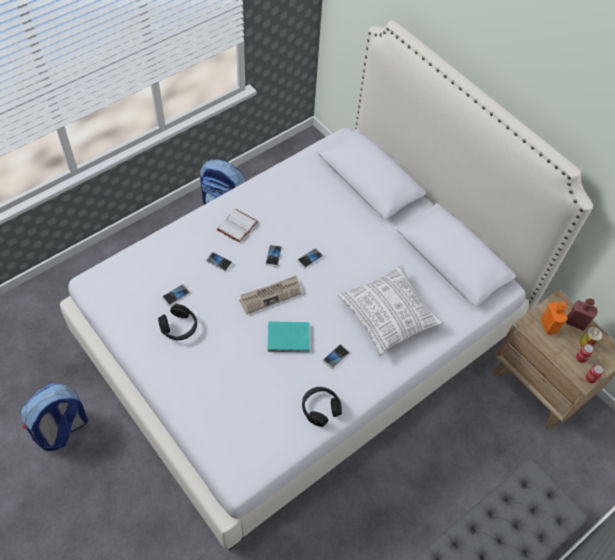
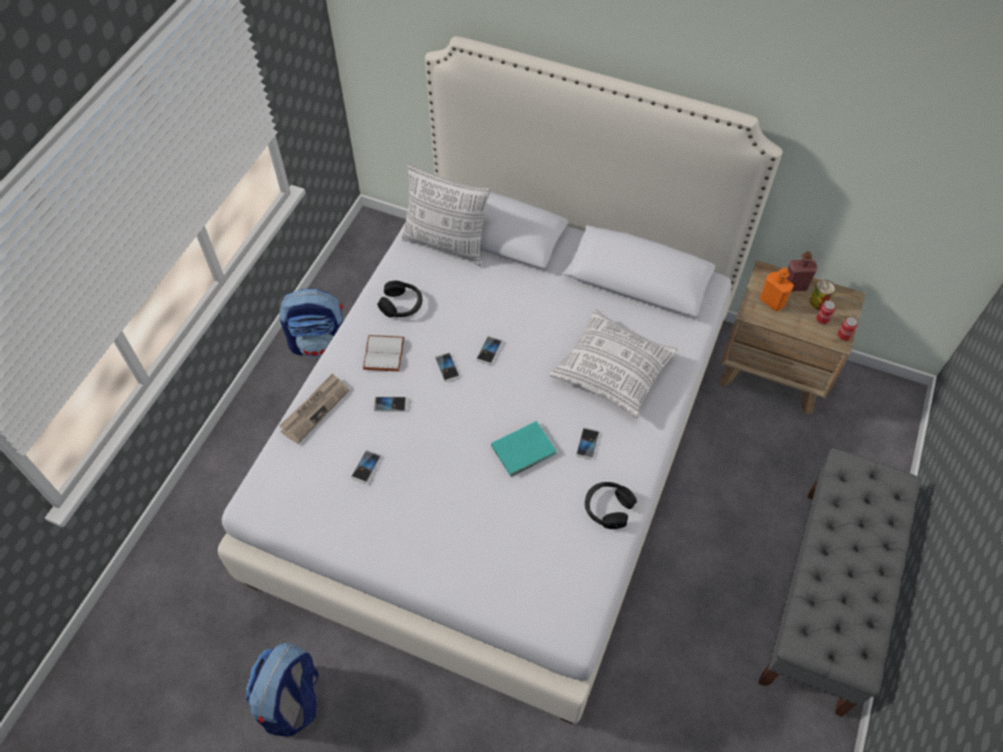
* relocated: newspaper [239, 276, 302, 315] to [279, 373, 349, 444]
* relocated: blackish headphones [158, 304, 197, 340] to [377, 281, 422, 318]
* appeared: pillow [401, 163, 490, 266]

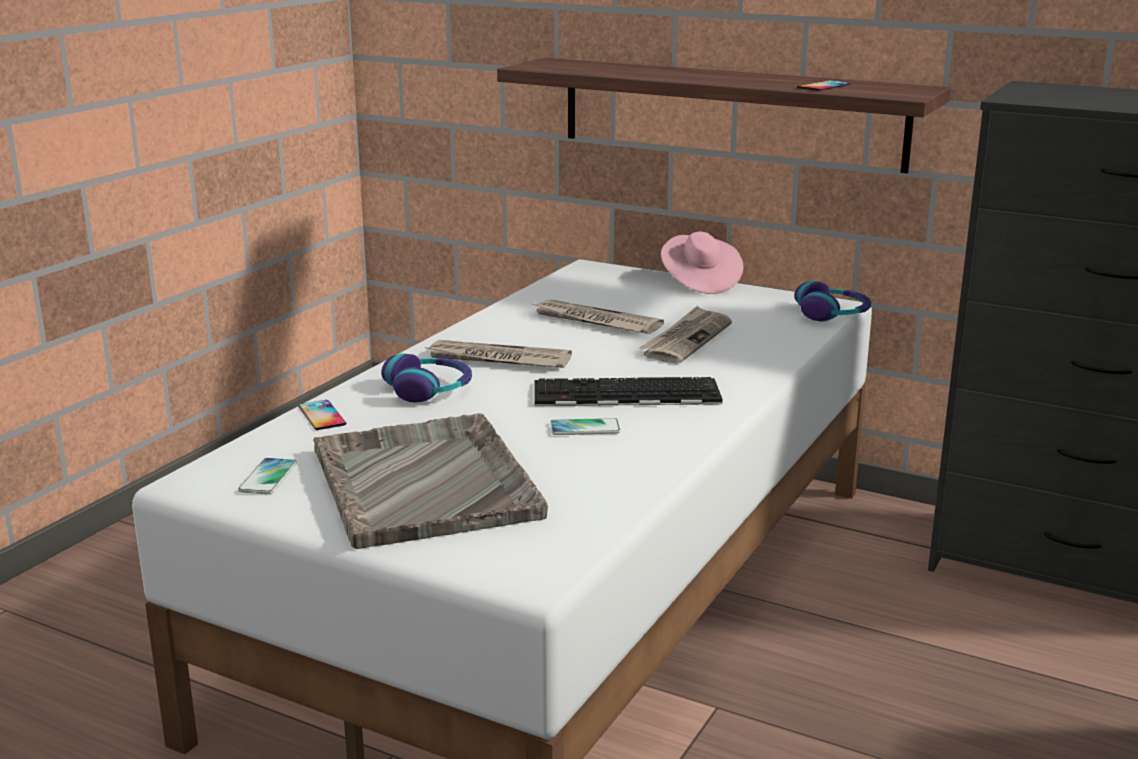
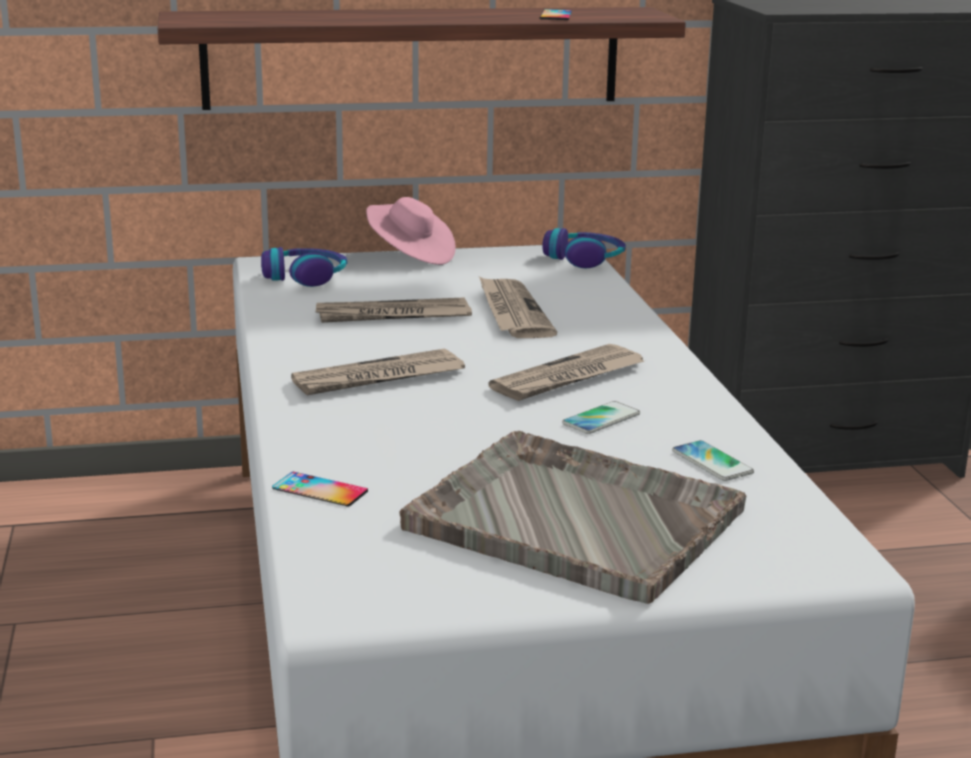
* relocated: headphones [381, 353, 472, 402] to [261, 247, 347, 287]
* exchanged: keyboard [534, 377, 723, 406] to newspaper [488, 344, 644, 401]
* relocated: phone [238, 458, 297, 494] to [672, 440, 754, 481]

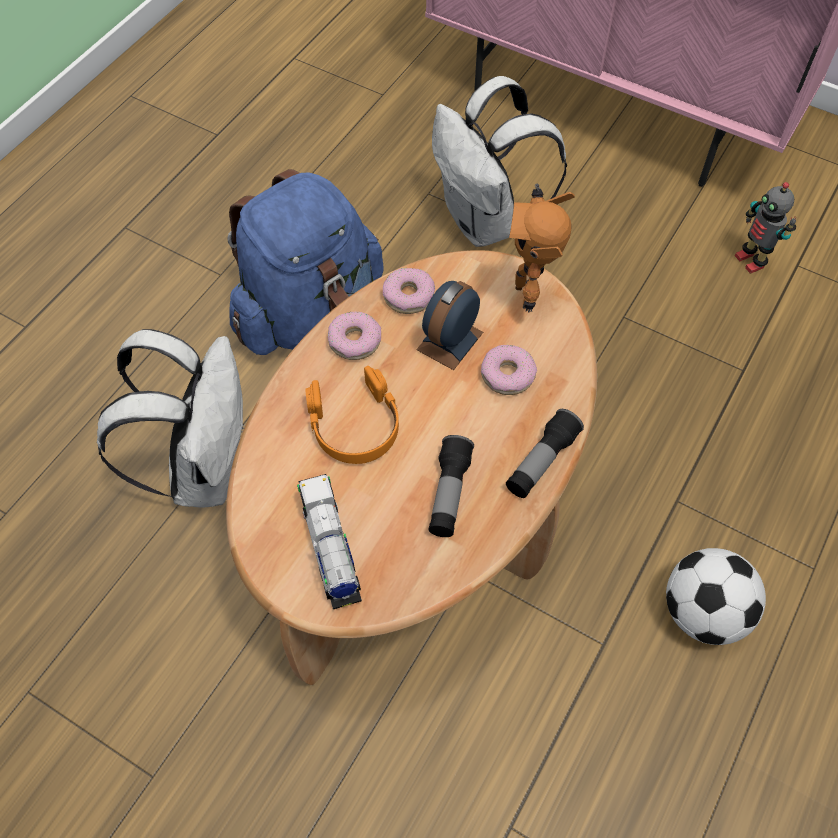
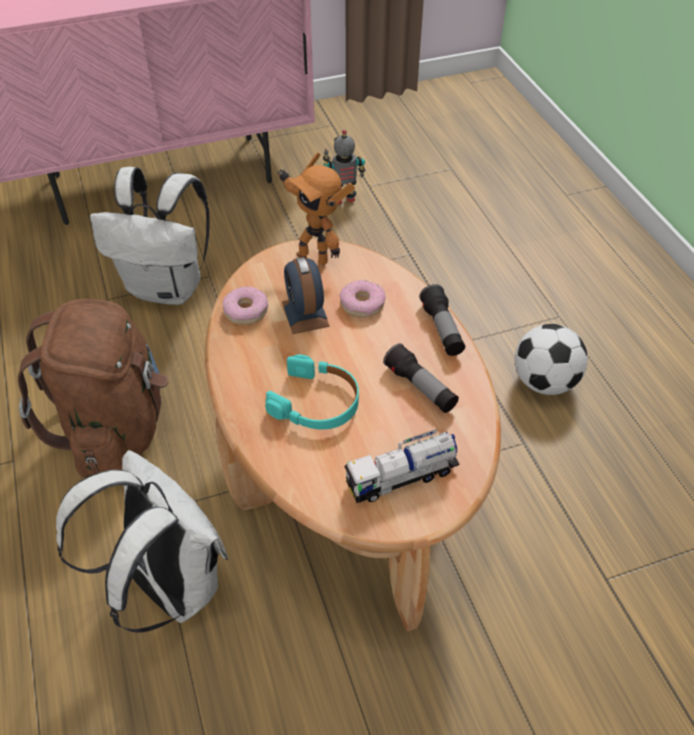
* colour: bluish knapsack [227, 169, 384, 355] to brown knapsack [18, 299, 169, 478]
* spun: robot figure [735, 182, 796, 274] = [323, 130, 365, 204] 150 degrees clockwise
* missing: ring doughnut [328, 311, 381, 360]
* colour: orange headphones [305, 366, 399, 464] to blue-green headphones [265, 354, 359, 430]
* spun: model truck [297, 474, 362, 609] = [344, 429, 460, 503] 45 degrees counterclockwise

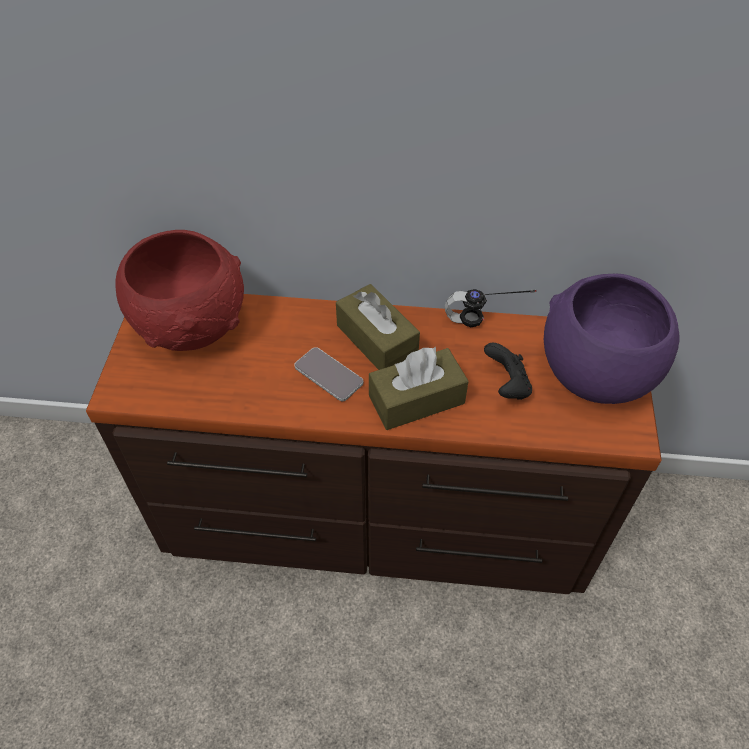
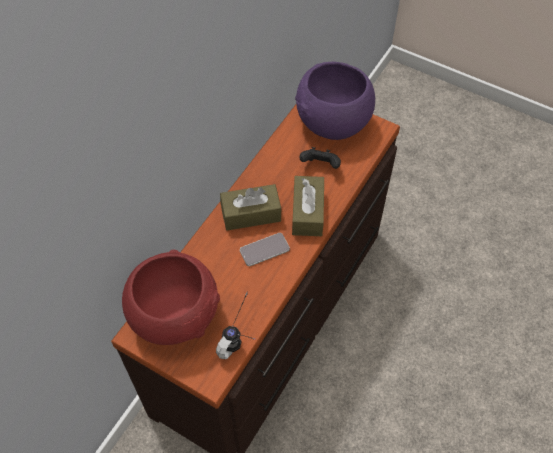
* relocated: headphones [445, 289, 537, 328] to [216, 291, 256, 359]

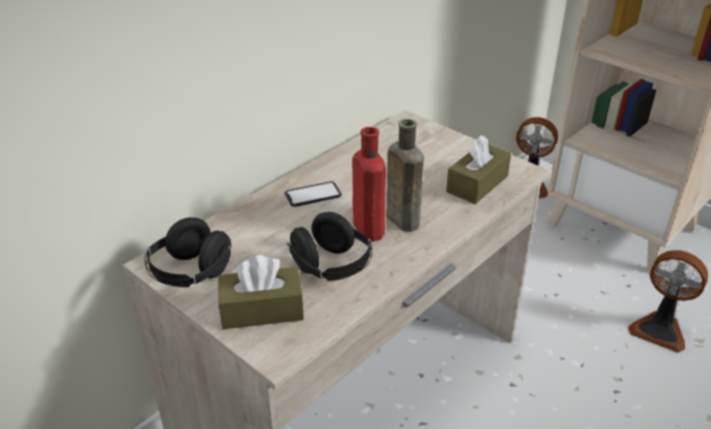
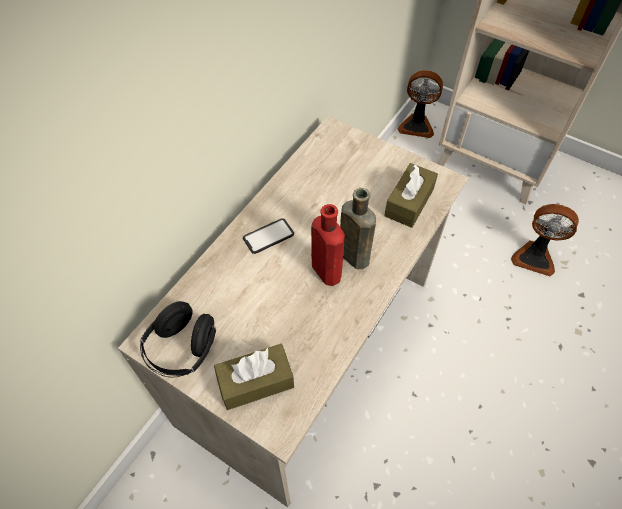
* missing: blackish headphones [287, 212, 372, 281]

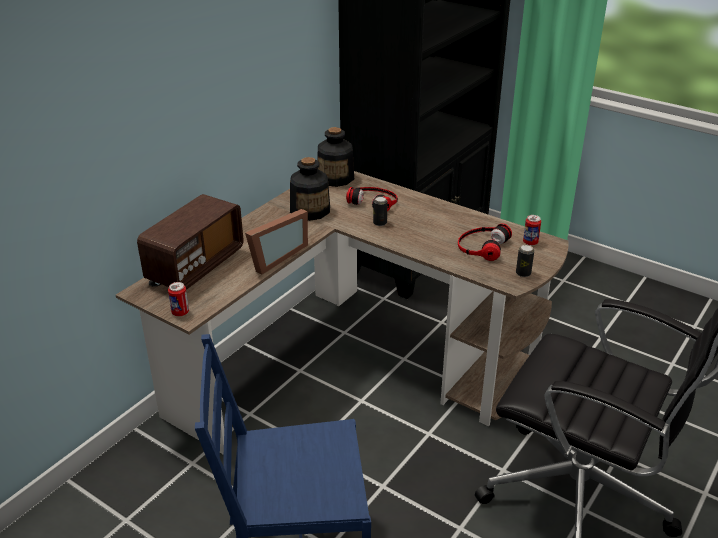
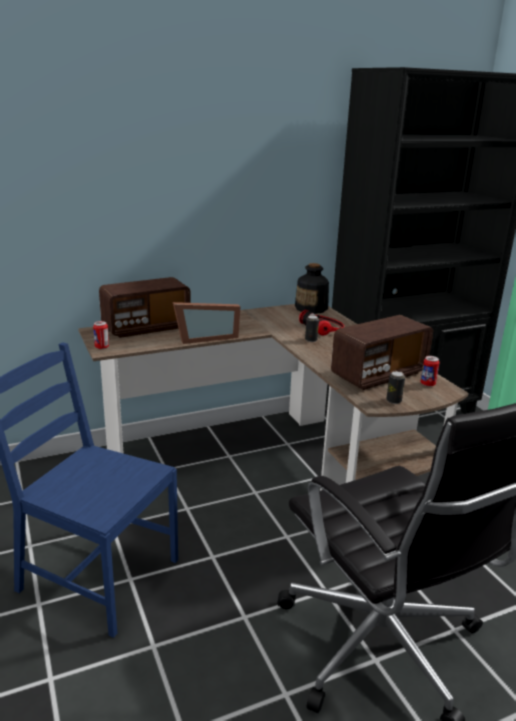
* missing: beverage bottle [290, 157, 330, 221]
* exchanged: headphones [458, 223, 512, 261] to radio set [331, 315, 433, 390]

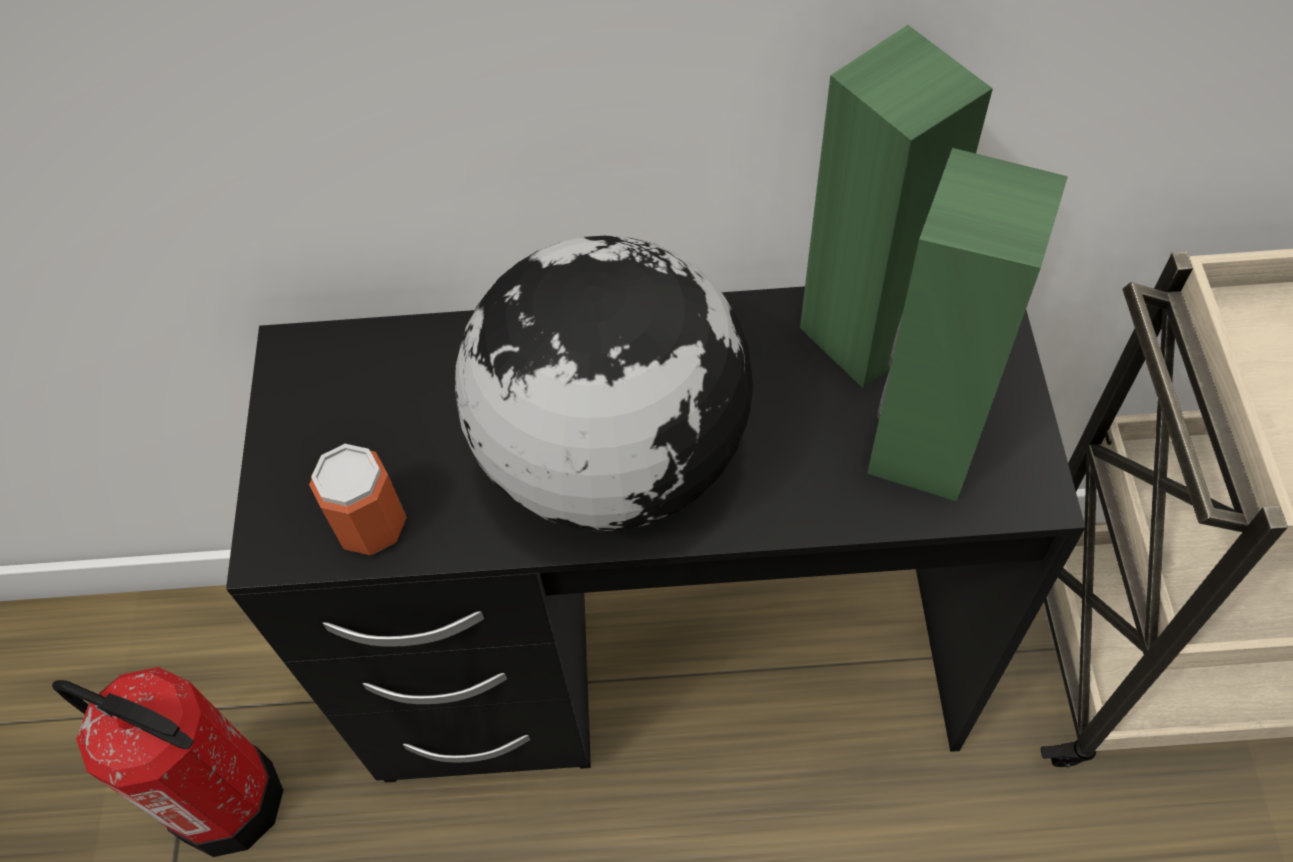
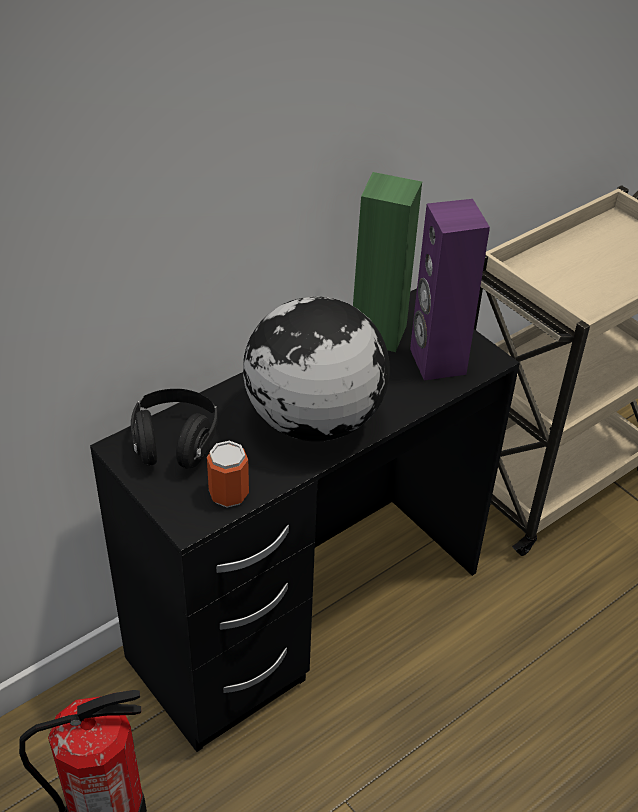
* colour: green speaker [867, 148, 1068, 501] to purple speaker [410, 199, 490, 380]
* appeared: blackish headphones [131, 389, 218, 469]

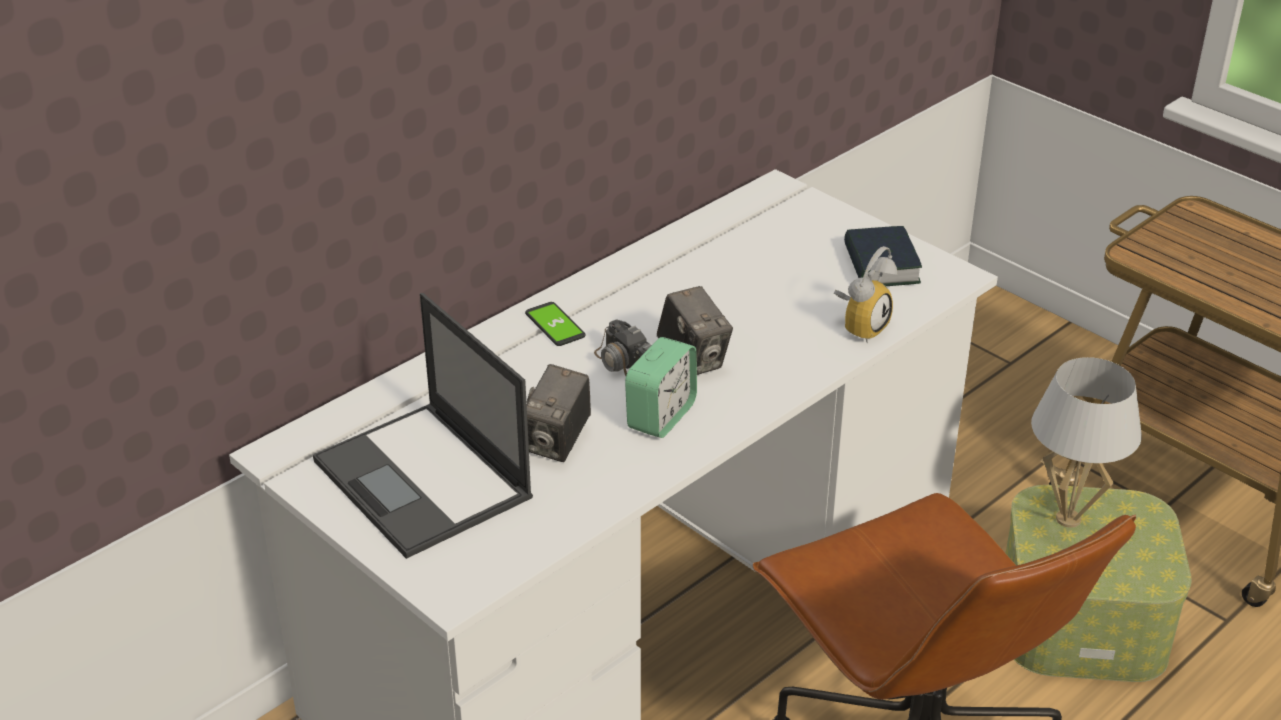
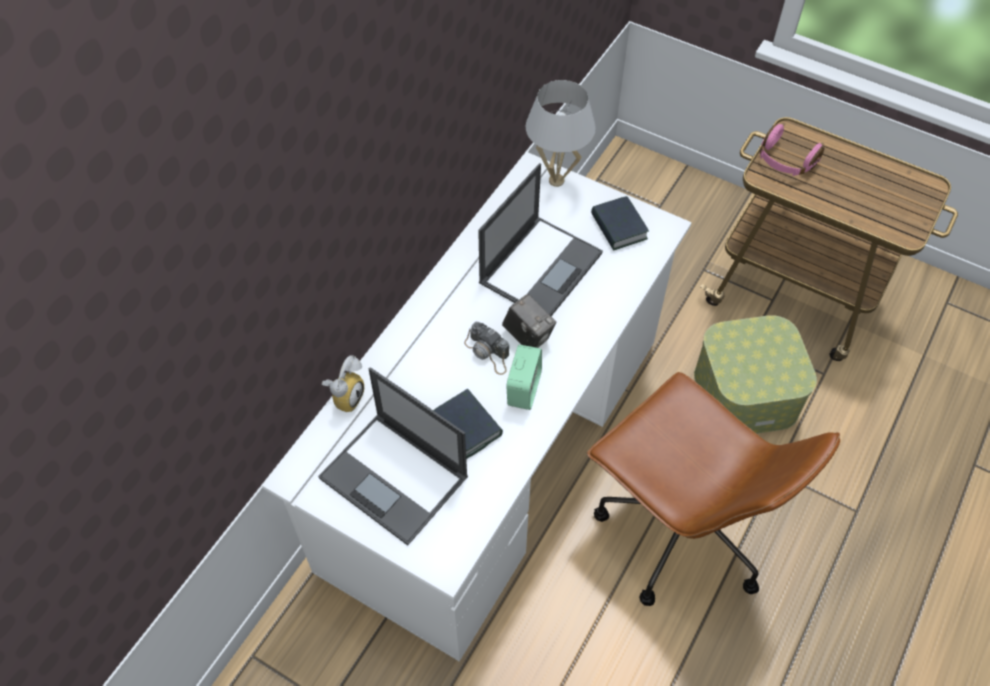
* relocated: alarm clock [834, 246, 898, 343] to [322, 355, 364, 412]
* missing: phone [525, 302, 586, 346]
* relocated: whitish tabletop lamp [1031, 357, 1142, 528] to [526, 80, 596, 187]
* exchanged: photo camera [527, 364, 591, 462] to book [433, 389, 503, 459]
* appeared: pinkish headphones [760, 124, 824, 176]
* appeared: portable computer [478, 163, 603, 316]

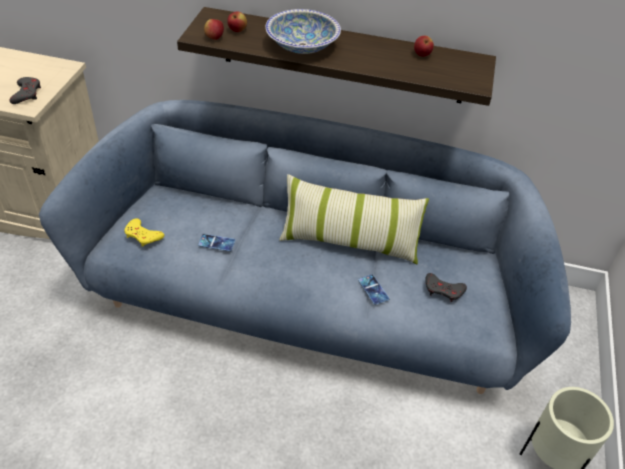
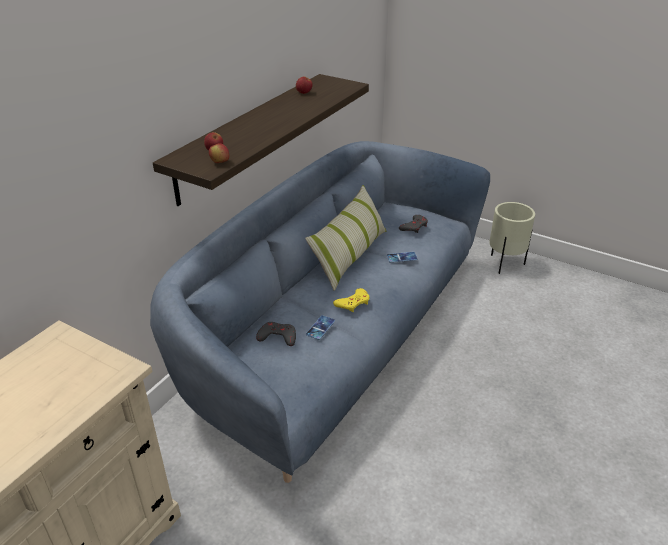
* missing: serving bowl [265, 9, 341, 54]
* relocated: greyish gamepad [9, 77, 41, 104] to [256, 322, 296, 346]
* relocated: yellowish gamepad [124, 218, 164, 247] to [333, 288, 370, 312]

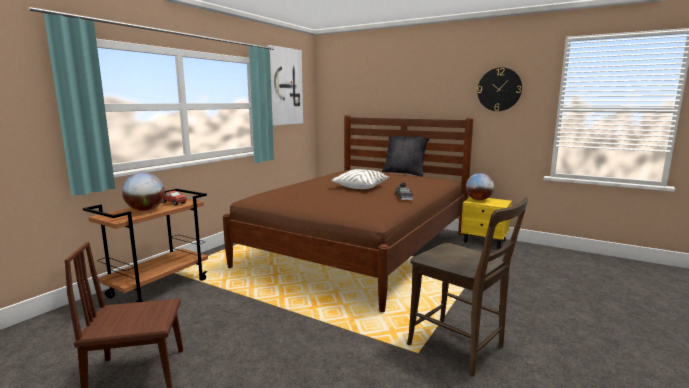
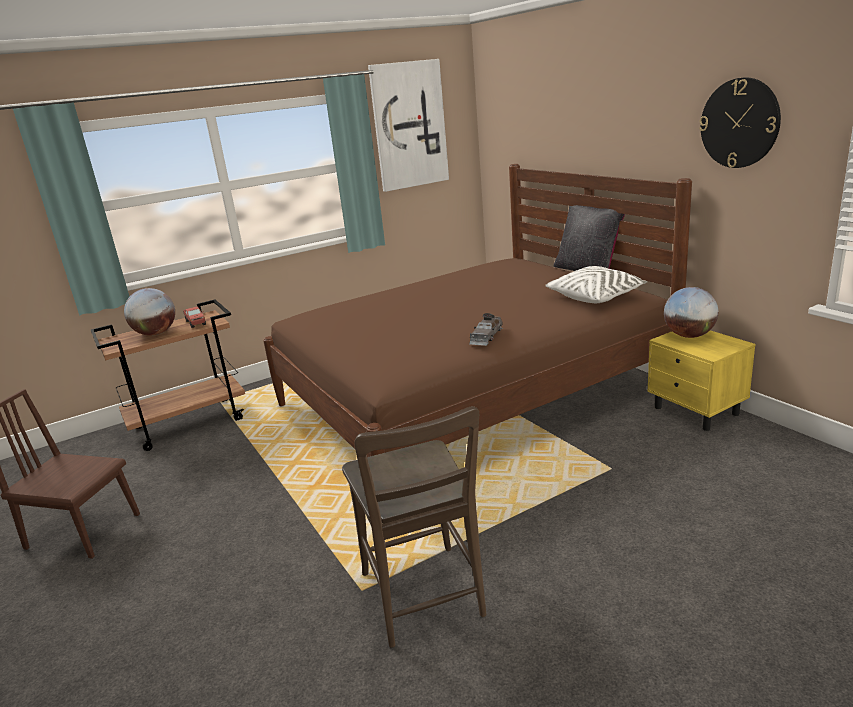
* relocated: whitish pillow [331, 169, 390, 189] to [545, 266, 648, 303]

